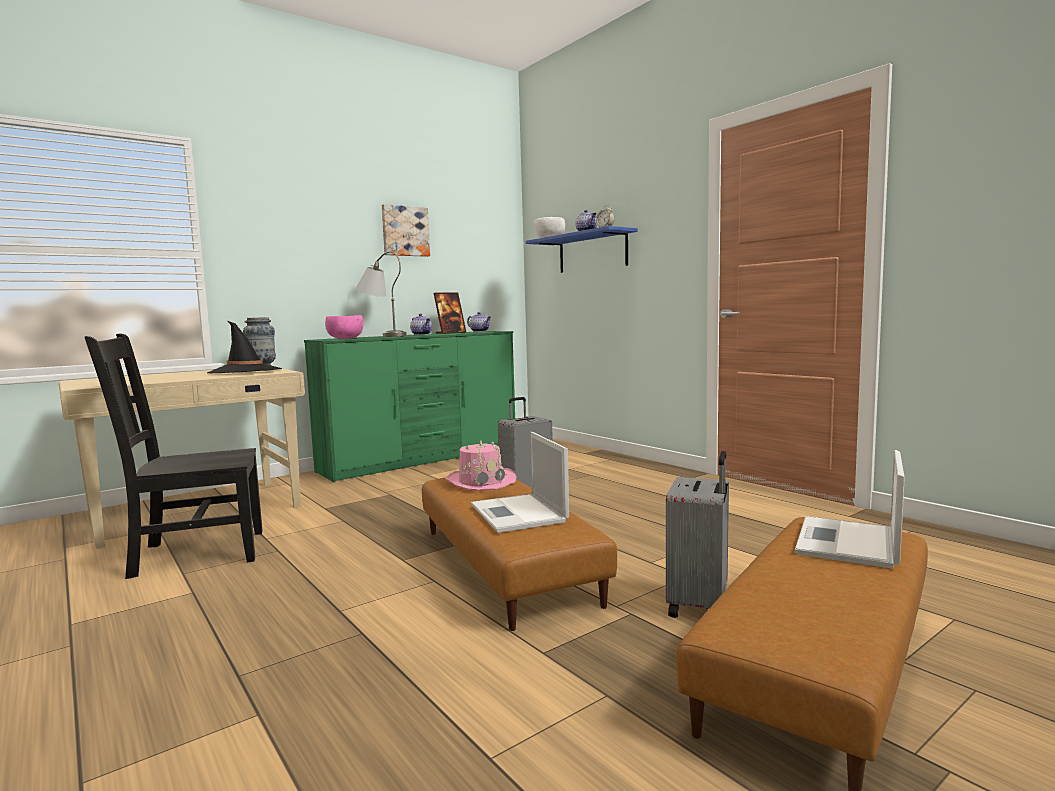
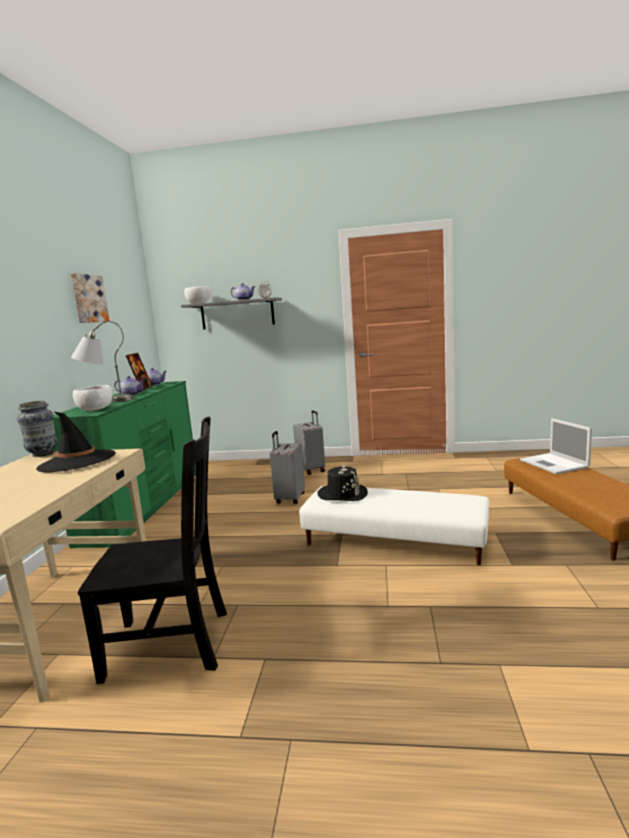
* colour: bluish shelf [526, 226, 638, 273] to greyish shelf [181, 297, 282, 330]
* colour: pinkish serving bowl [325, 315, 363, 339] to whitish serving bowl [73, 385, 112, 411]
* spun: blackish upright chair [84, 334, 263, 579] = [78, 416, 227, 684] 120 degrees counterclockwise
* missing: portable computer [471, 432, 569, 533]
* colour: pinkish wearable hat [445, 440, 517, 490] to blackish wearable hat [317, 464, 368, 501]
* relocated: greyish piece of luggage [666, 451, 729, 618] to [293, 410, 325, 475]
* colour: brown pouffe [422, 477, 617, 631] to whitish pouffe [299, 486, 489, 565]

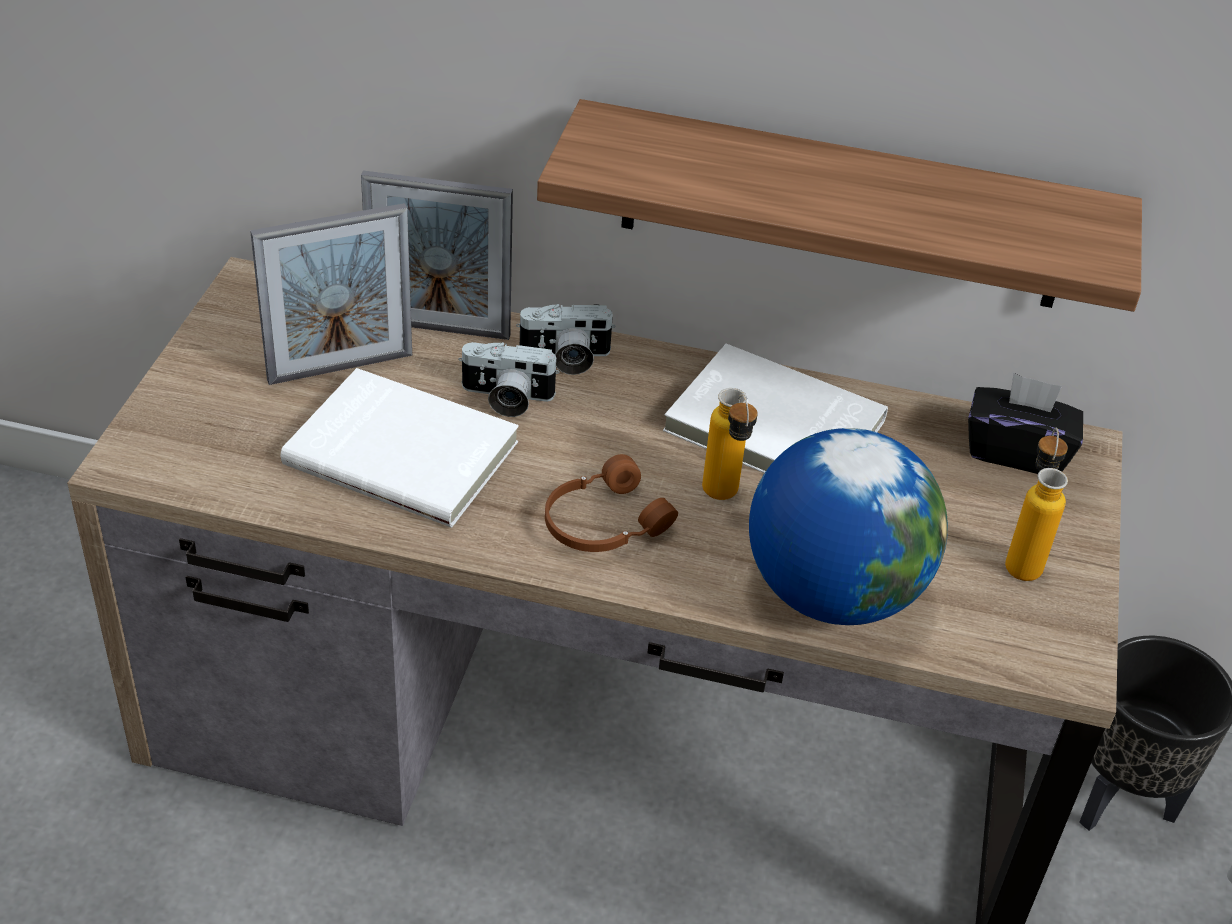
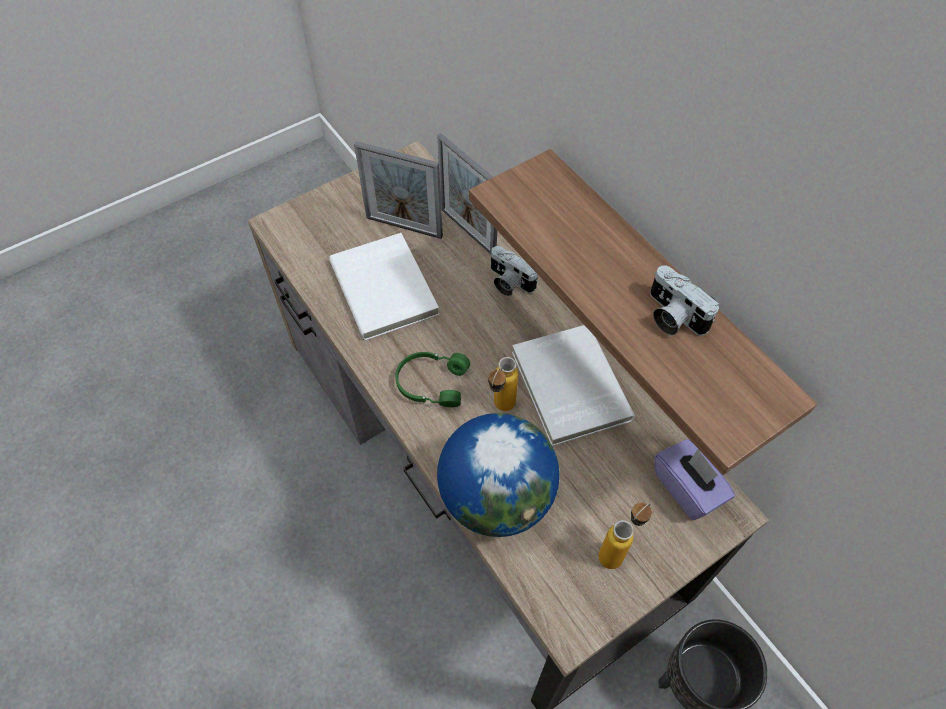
* relocated: photo camera [458, 342, 559, 417] to [650, 265, 719, 336]
* colour: blackish tissue holder [968, 373, 1083, 474] to purple tissue holder [655, 439, 735, 520]
* colour: brown headphones [545, 454, 678, 552] to green headphones [395, 352, 470, 407]

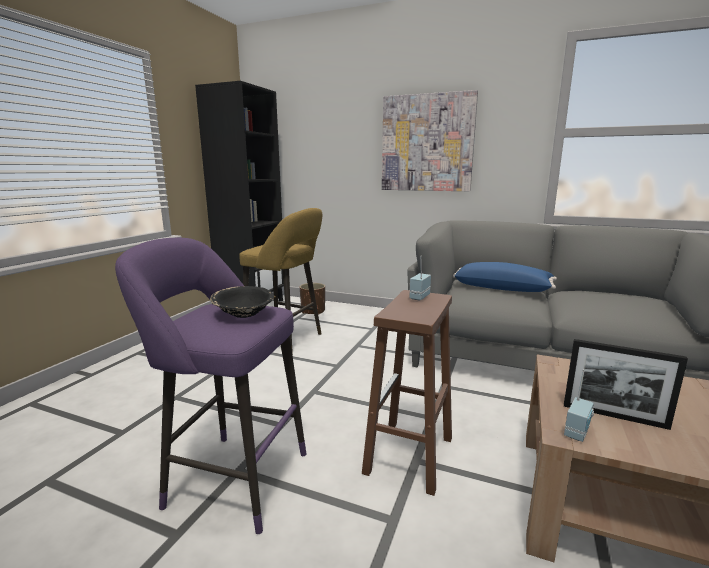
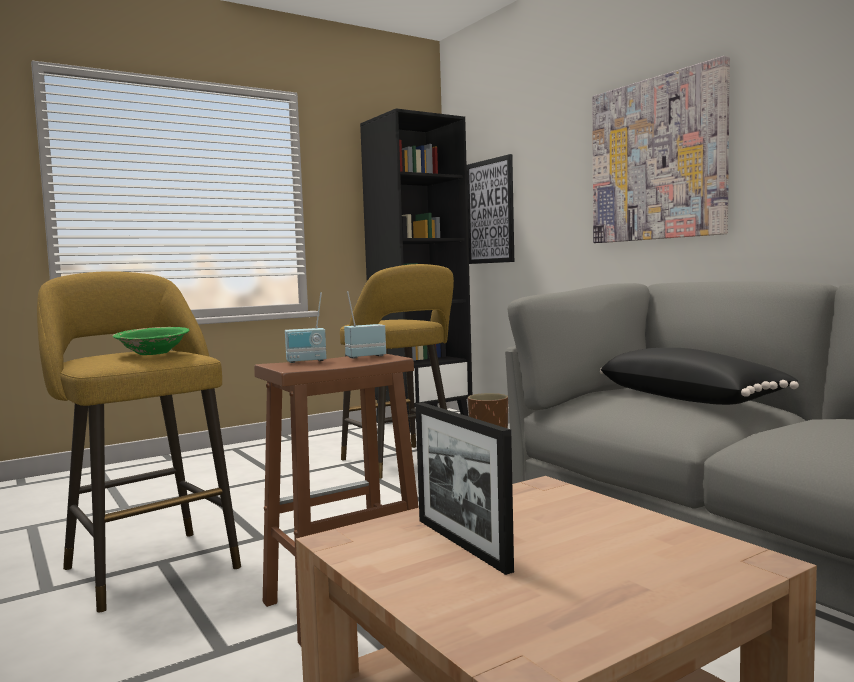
* colour: purple stool [115, 238, 306, 534] to yellowish stool [37, 271, 241, 612]
* colour: bluish pillow [453, 262, 557, 292] to blackish pillow [600, 348, 799, 405]
* colour: blackish serving bowl [210, 286, 274, 318] to green serving bowl [112, 327, 189, 355]
* relocated: radio set [564, 370, 595, 442] to [285, 293, 327, 363]
* appeared: wall picture [467, 154, 514, 264]

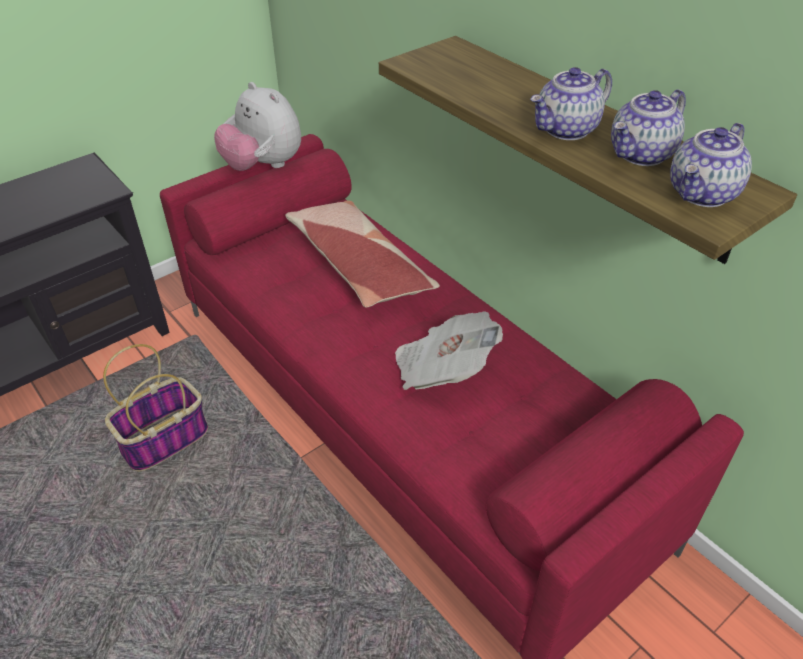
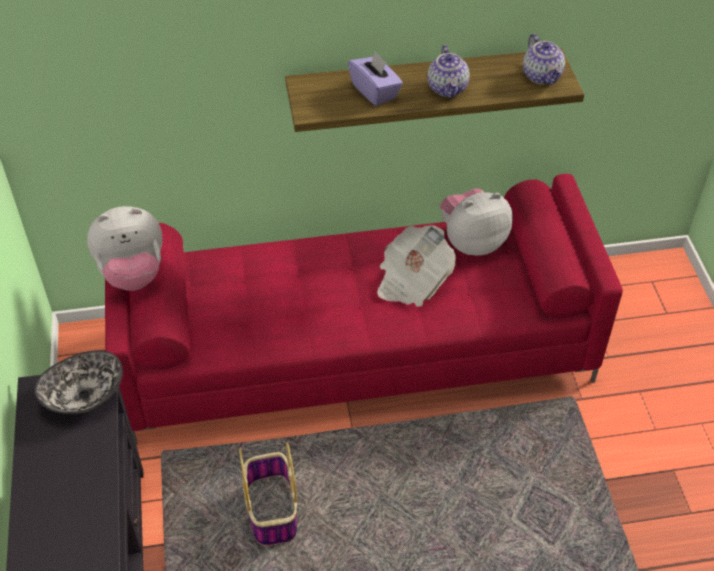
* missing: tea pot [611, 89, 686, 166]
* missing: pillow [285, 200, 440, 307]
* appeared: purple tissue holder [348, 51, 403, 106]
* appeared: plush toy [440, 188, 513, 256]
* appeared: serving bowl [35, 350, 123, 414]

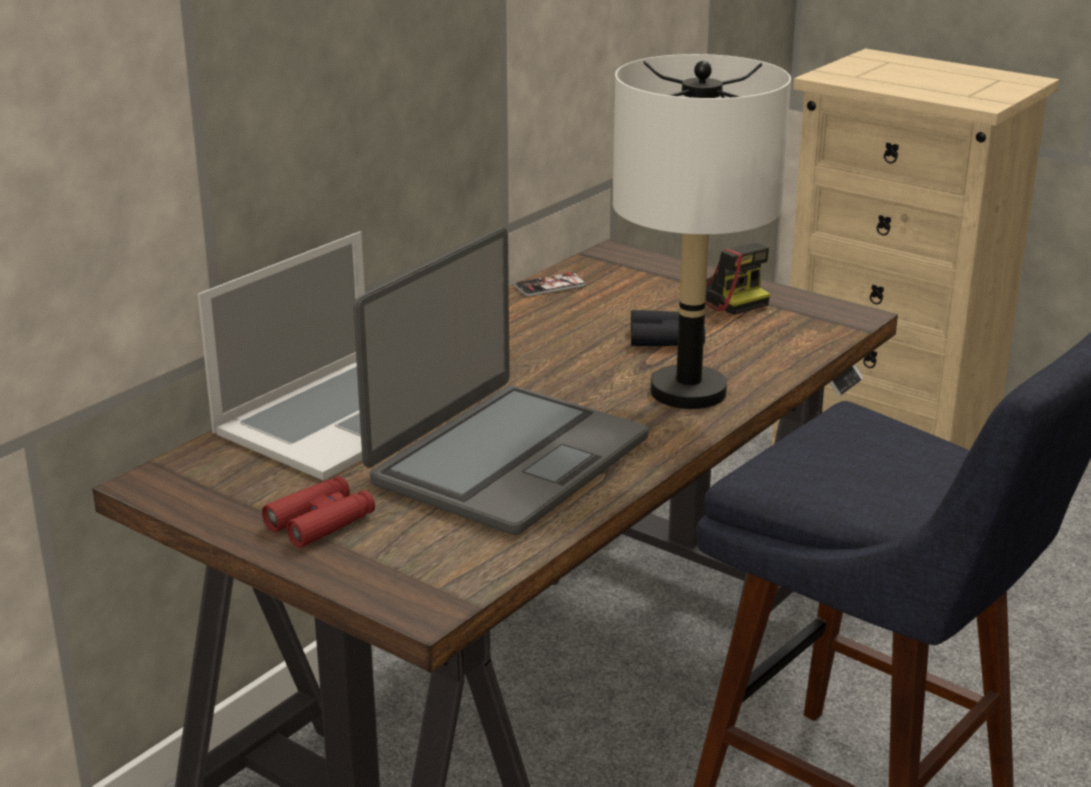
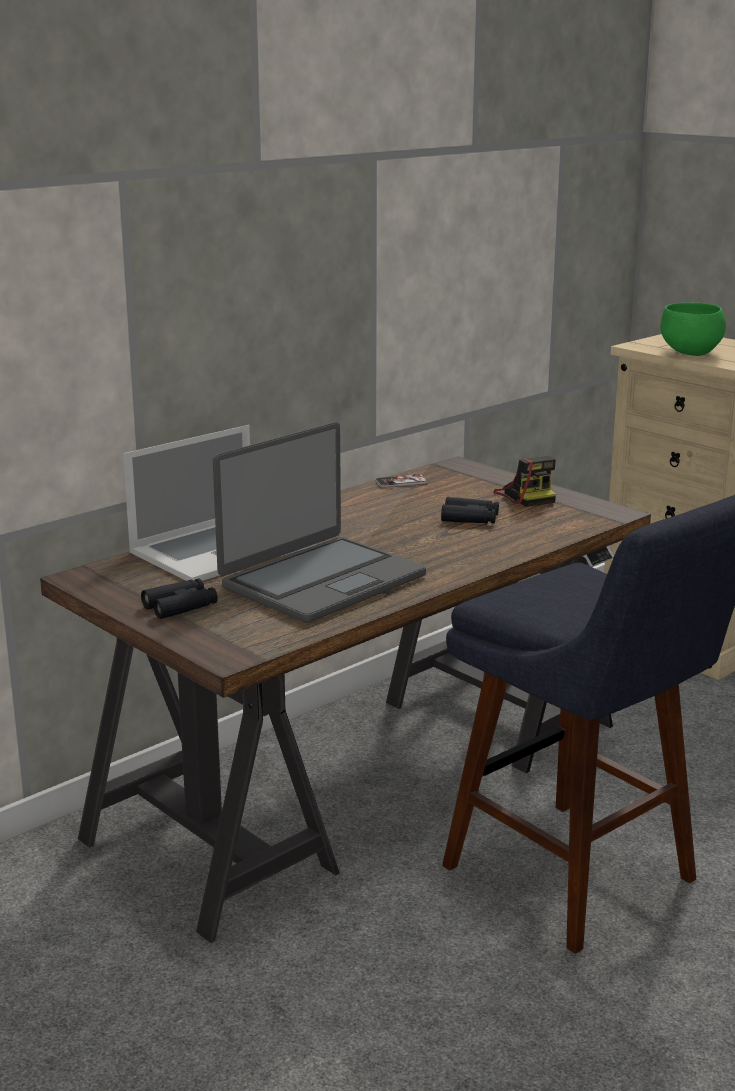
* missing: whitish tabletop lamp [613, 54, 791, 409]
* colour: red-coloured binoculars [262, 476, 375, 548] to blackish binoculars [141, 578, 218, 619]
* appeared: green serving bowl [660, 303, 726, 356]

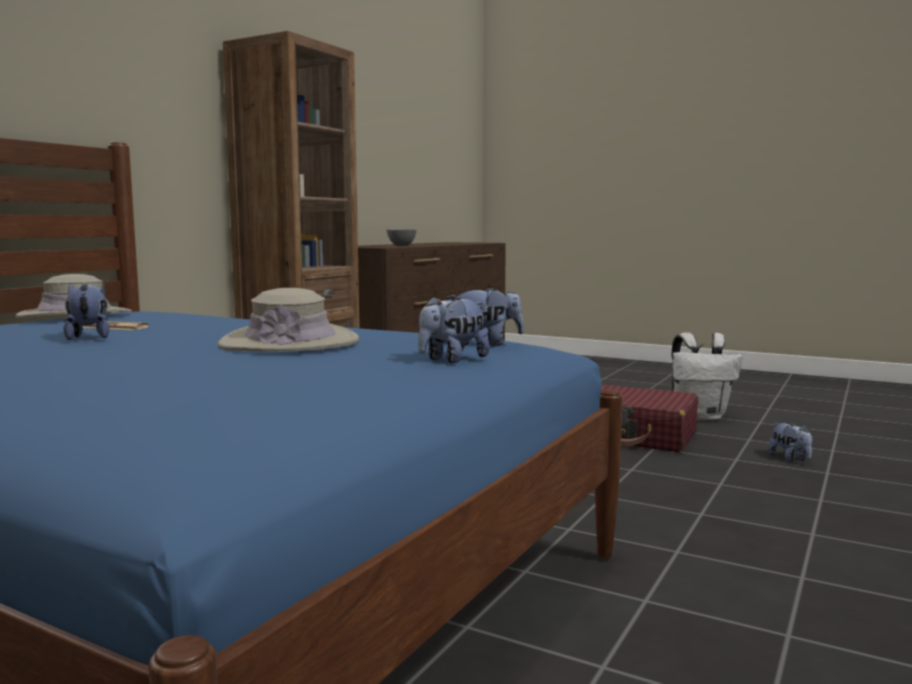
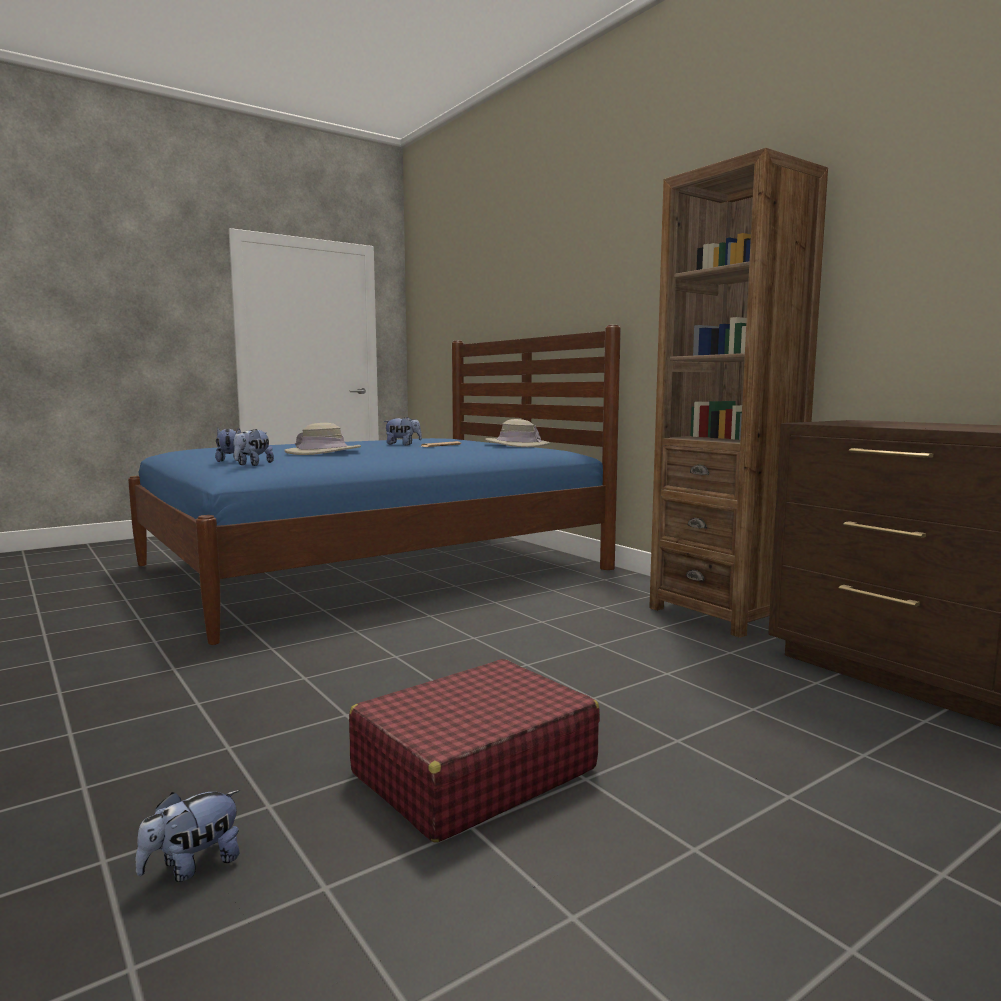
* missing: greyish serving bowl [387, 229, 416, 246]
* missing: whitish knapsack [672, 332, 742, 421]
* spun: plush toy [768, 423, 812, 462] = [135, 790, 240, 882] 45 degrees counterclockwise

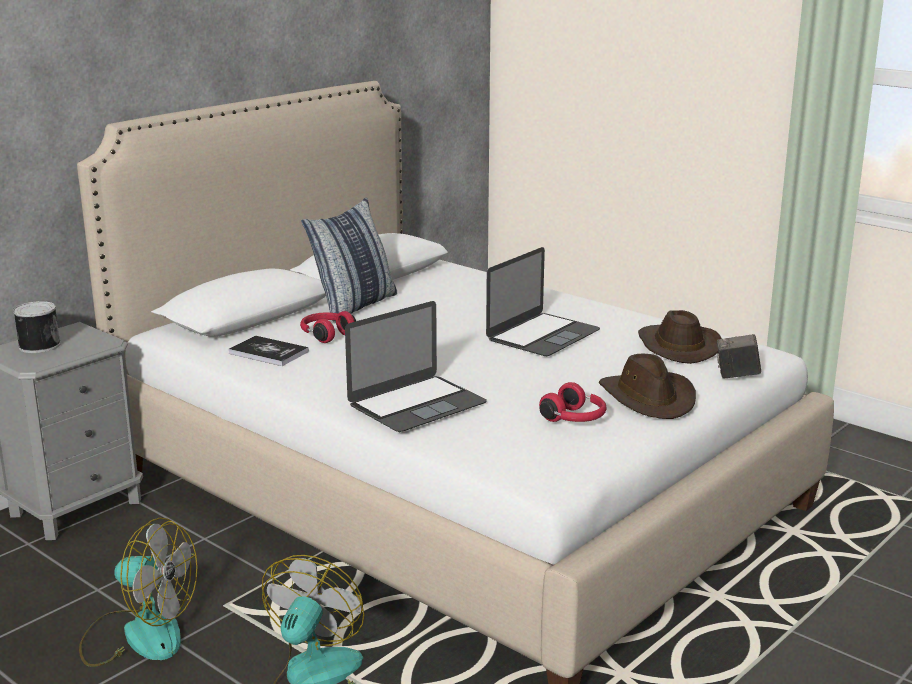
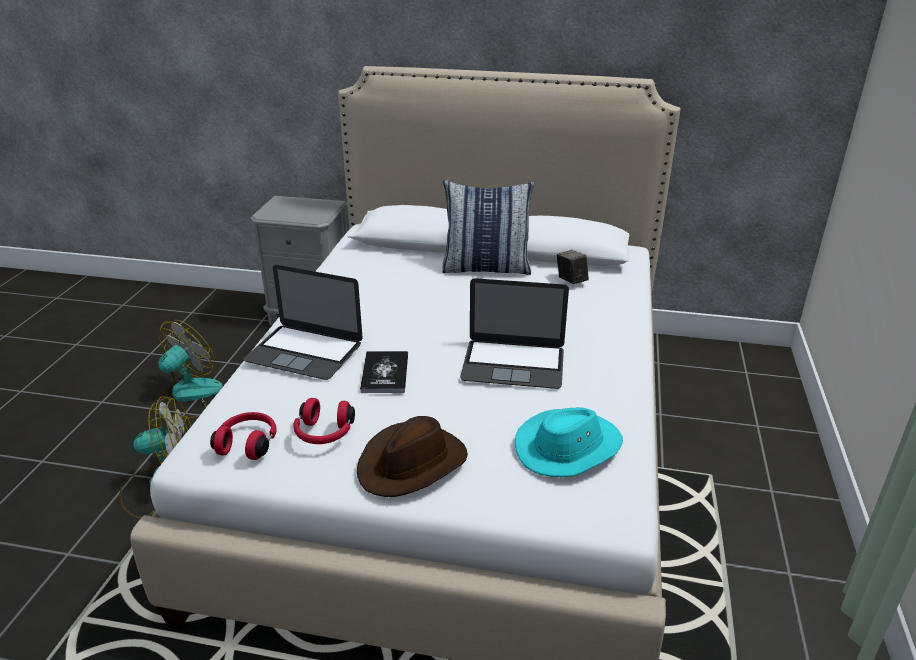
* missing: sealed can [13, 301, 61, 353]
* colour: brown wearable hat [638, 310, 722, 364] to blue-green wearable hat [515, 408, 623, 477]
* relocated: red-coloured headphones [300, 311, 356, 343] to [210, 412, 277, 460]
* relocated: photo camera [717, 334, 761, 379] to [557, 250, 589, 284]
* relocated: book [229, 336, 309, 366] to [360, 351, 408, 393]
* spun: electric fan [79, 518, 198, 667] = [152, 320, 223, 419] 135 degrees counterclockwise

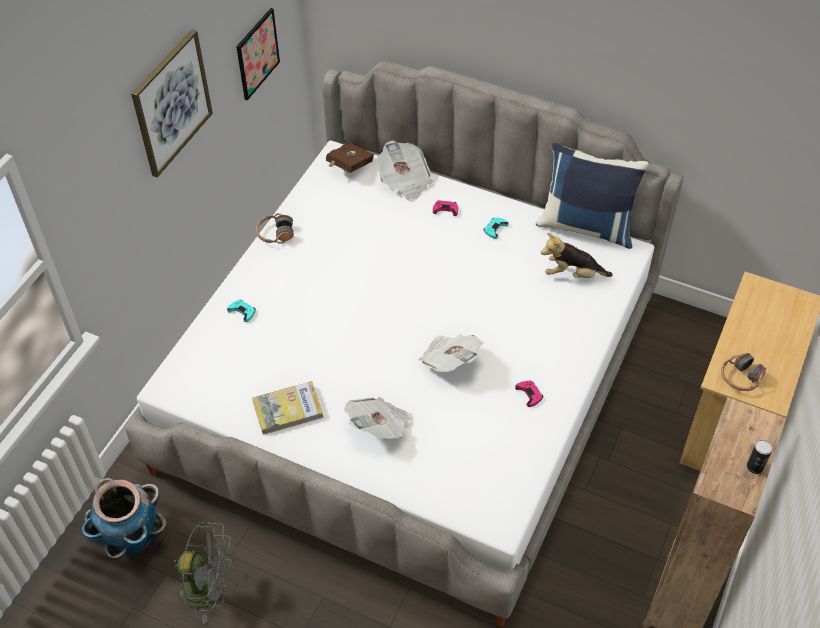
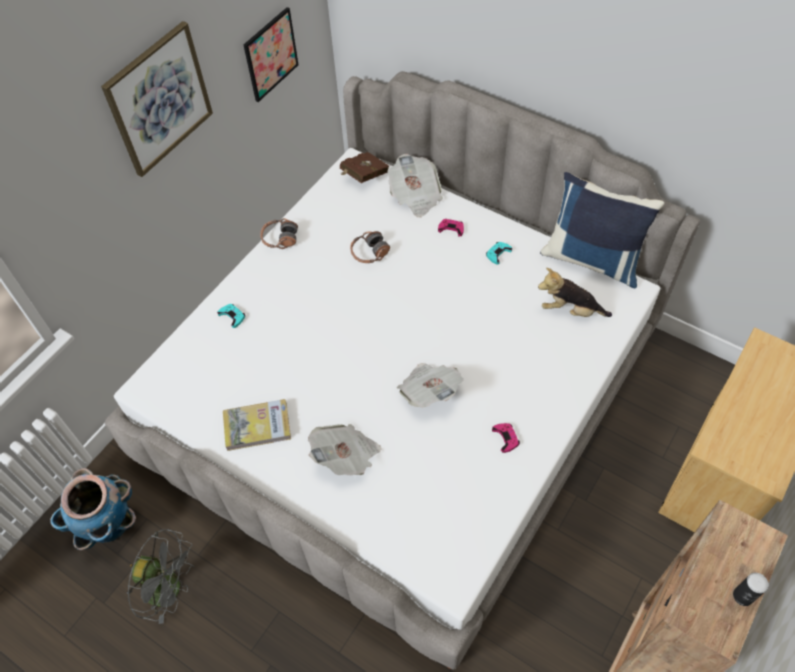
* relocated: headphones [721, 353, 766, 391] to [350, 231, 390, 263]

